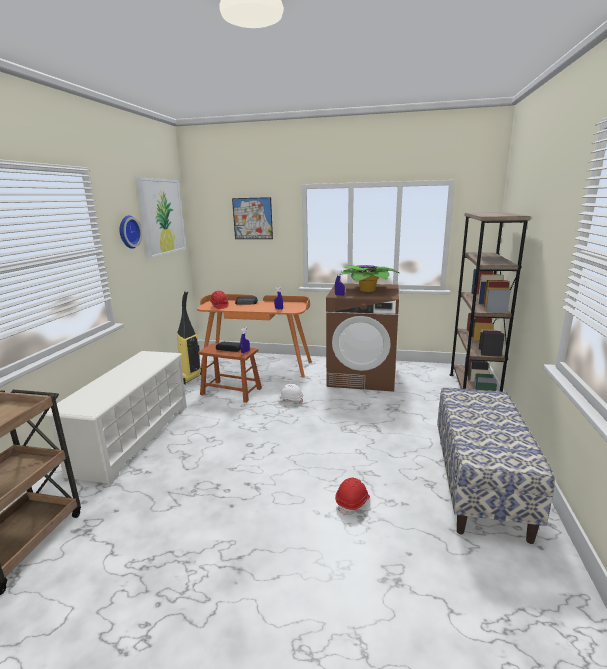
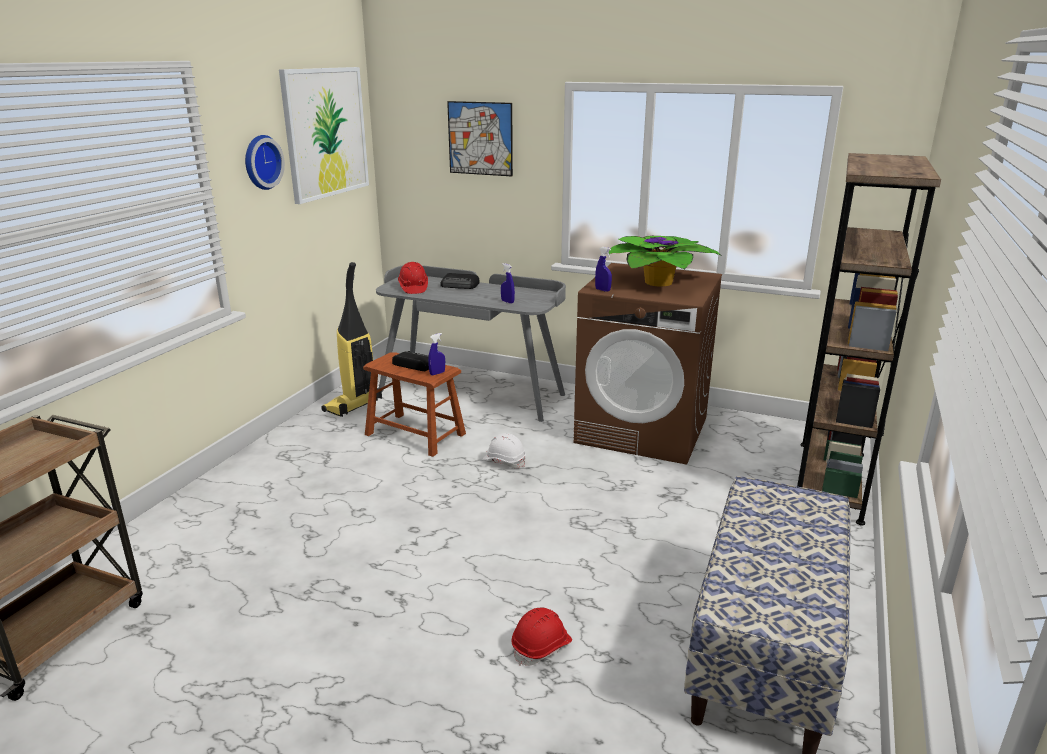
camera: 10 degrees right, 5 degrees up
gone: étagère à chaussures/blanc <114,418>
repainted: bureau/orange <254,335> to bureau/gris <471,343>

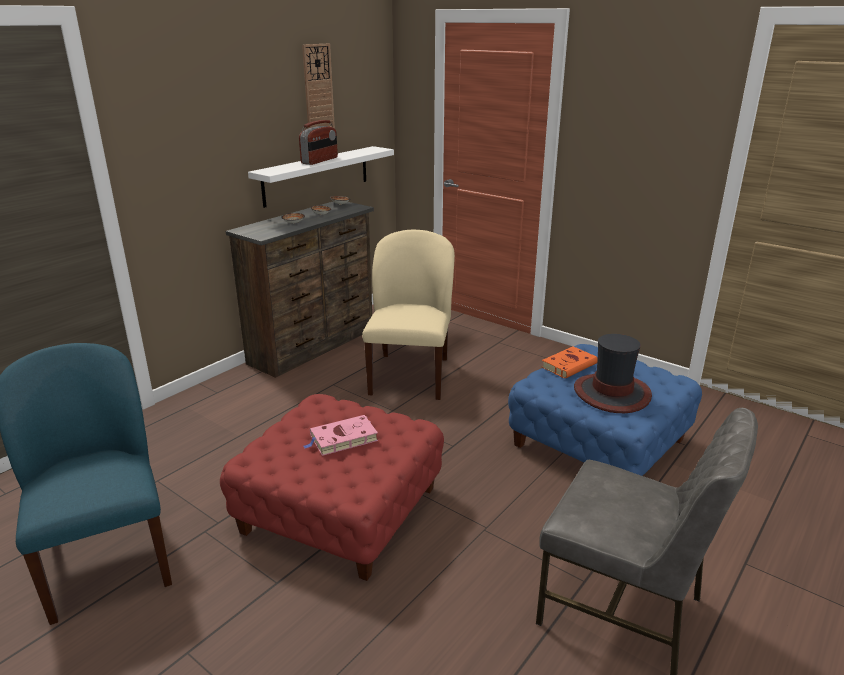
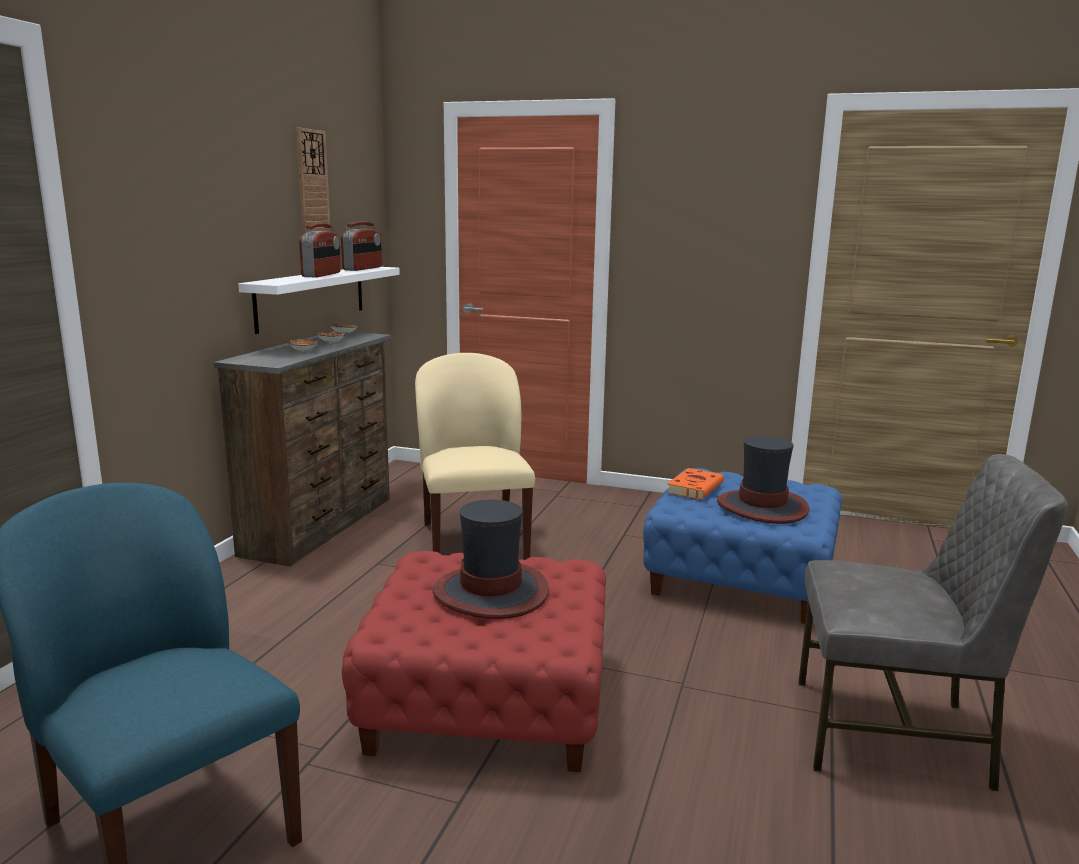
camera: 20 degrees left, 10 degrees down
new: radio <361,246>
swapped: livre/rose <341,435> to chapeau <491,559>

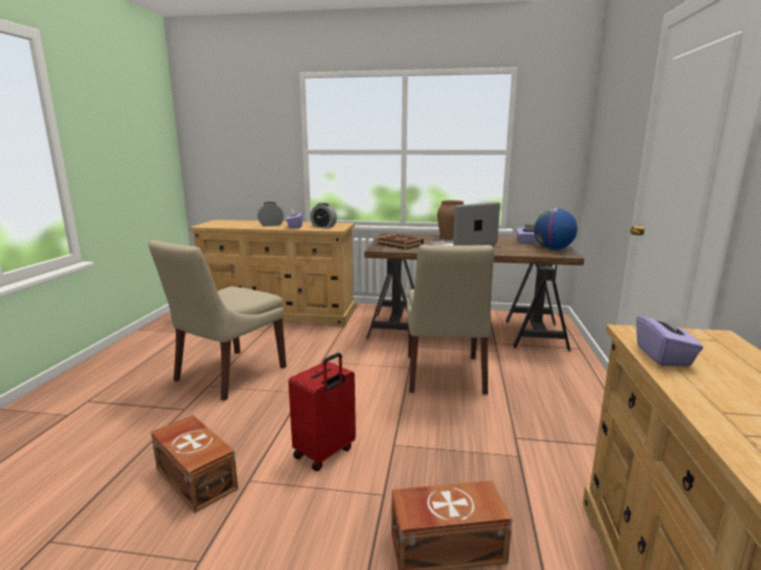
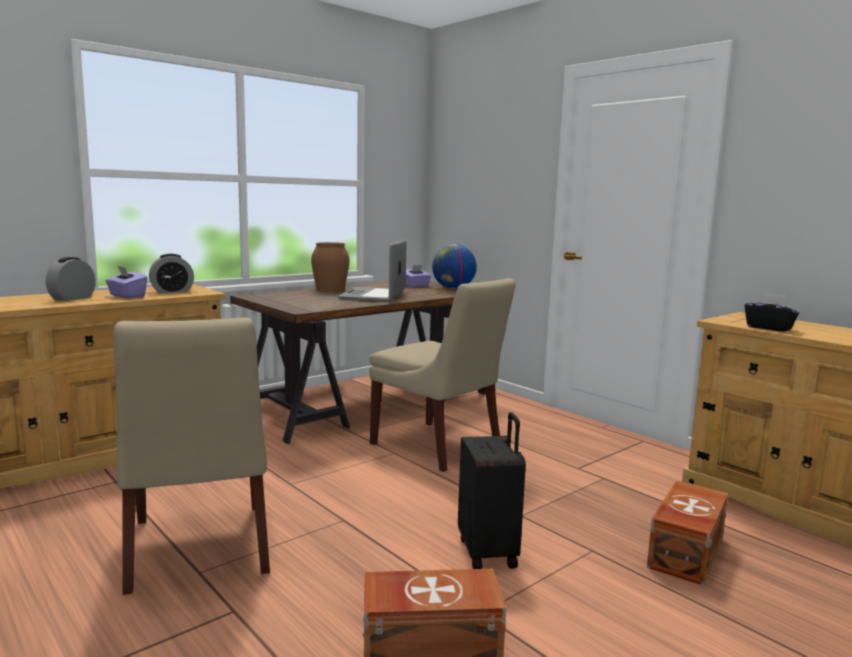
camera: 50 degrees left, 5 degrees down
gone: livre <400,242>
repainted: valise/rouge <322,412> to valise/noir <492,490>; boîte à mouchoirs/violet <669,338> to boîte à mouchoirs/noir <772,312>

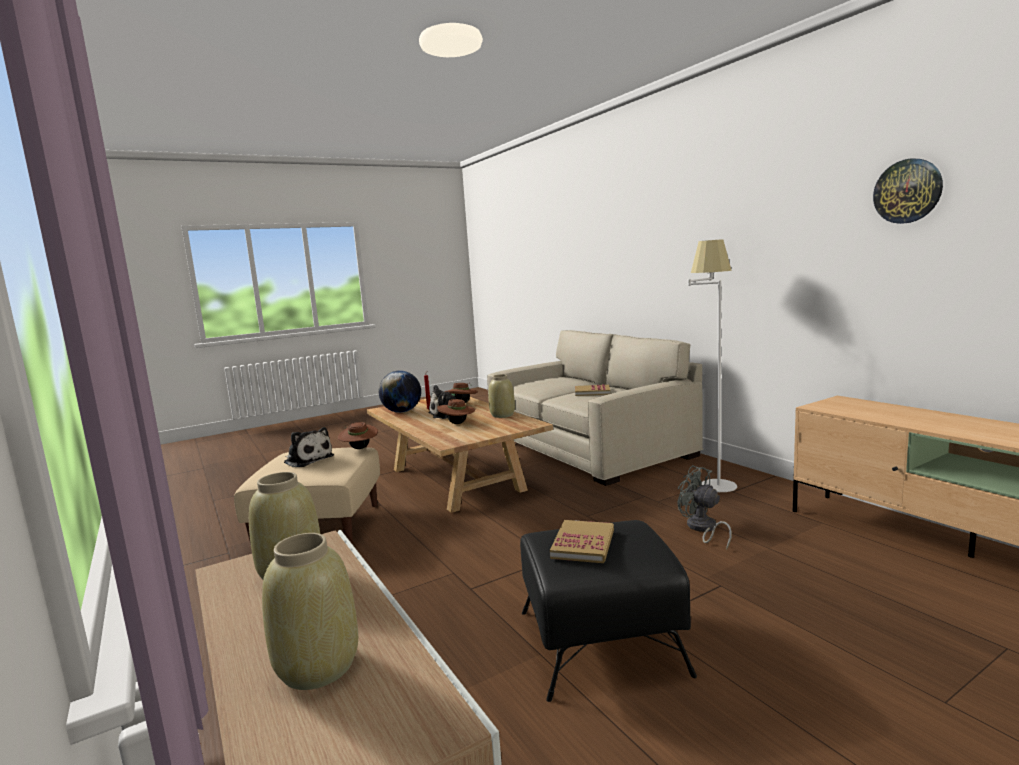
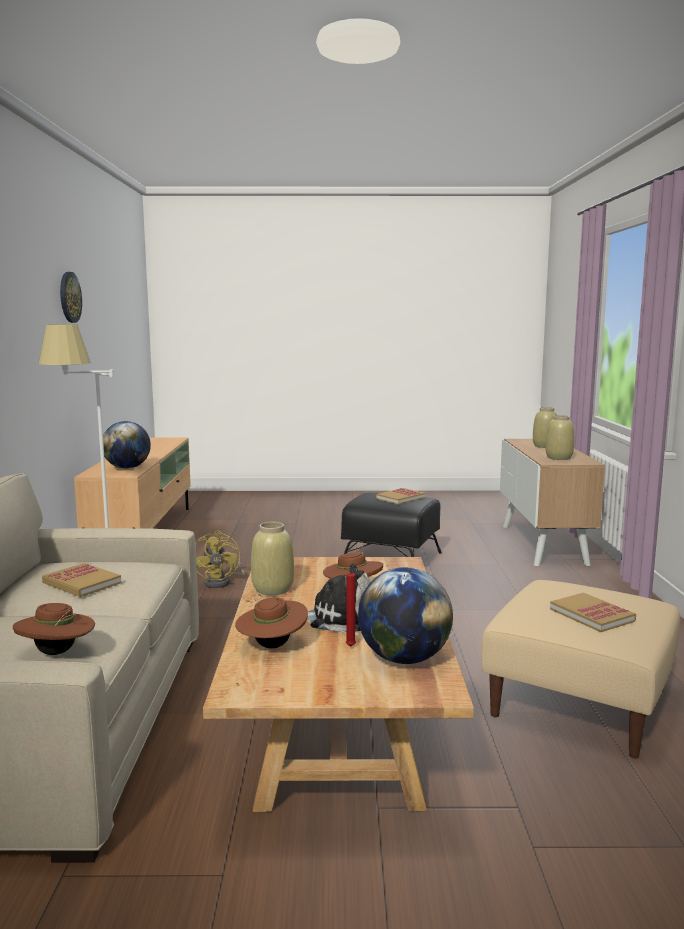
camera: 150 degrees left, 0 degrees up
new: globe <127,445>
shifted: chapeau/marron <358,435> to <54,629>
swapped: peluche <309,447> to livre <593,612>
repainted: ventilateur/gris <705,507> to ventilateur/jaune <220,559>

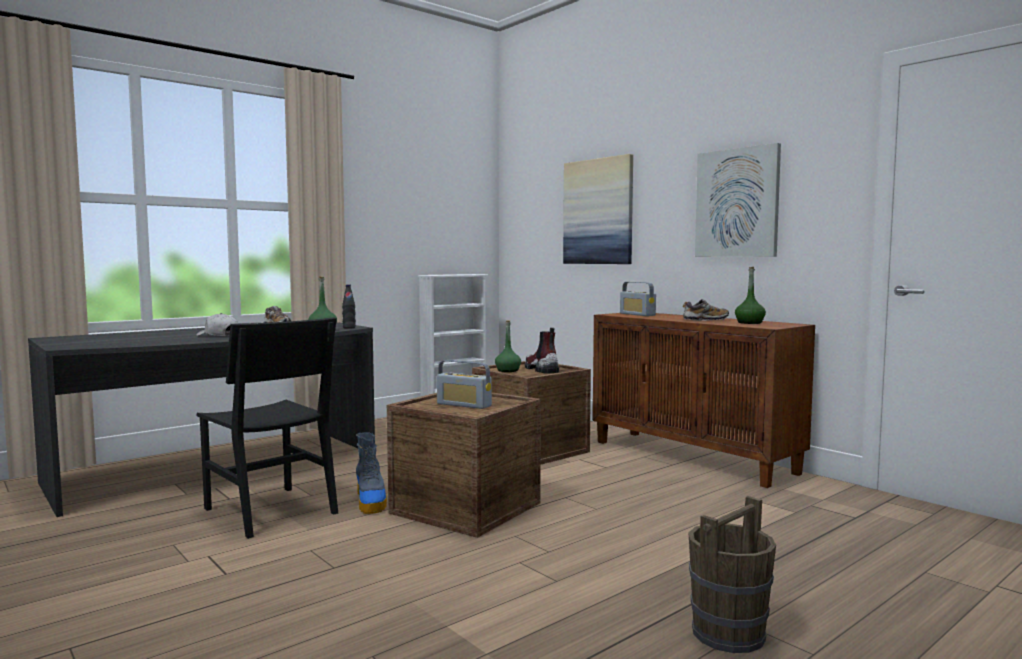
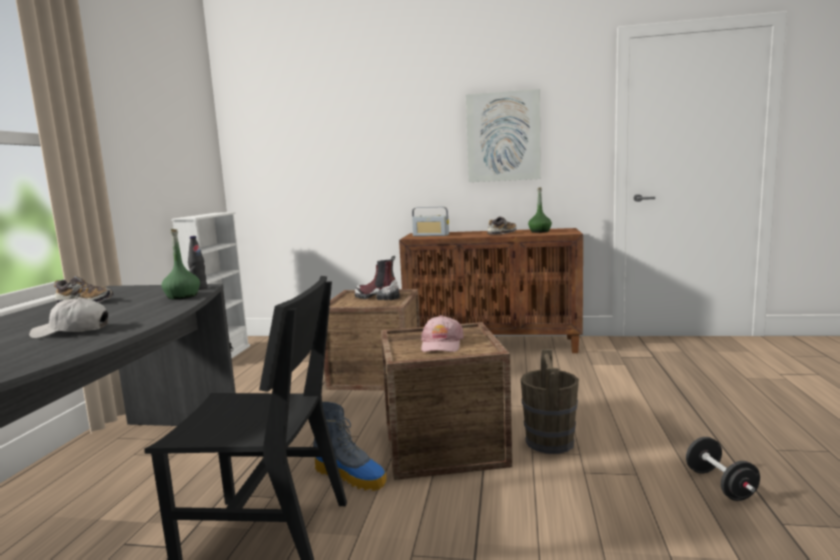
camera: 40 degrees left, 5 degrees up
gone: bouteille/vert <508,346>; tableau <598,209>
new: haltère/noir <723,469>
shifted: seau/marron <732,574> to <550,401>
swapped: radio <464,384> to casquette/rose <442,333>

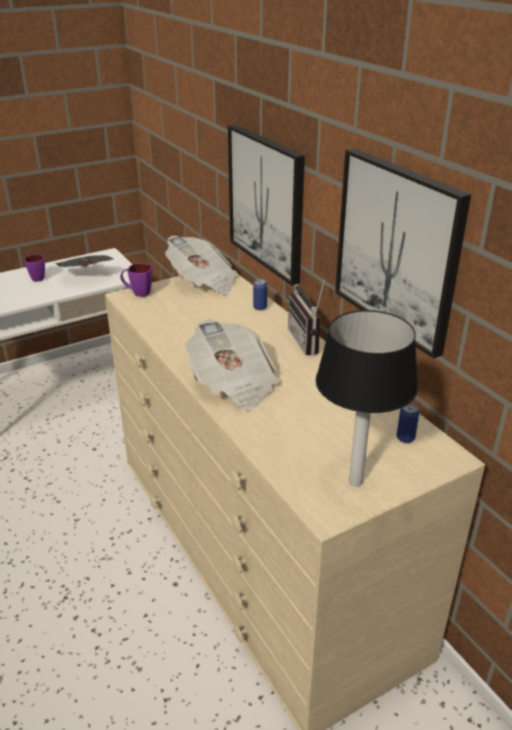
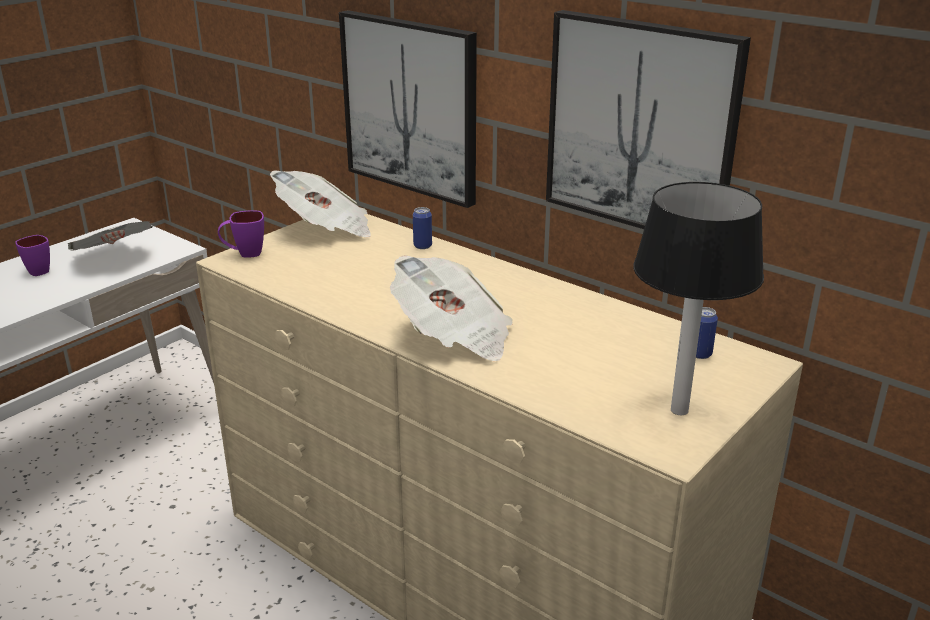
camera: 20 degrees left, 5 degrees down
gone: radio <306,316>

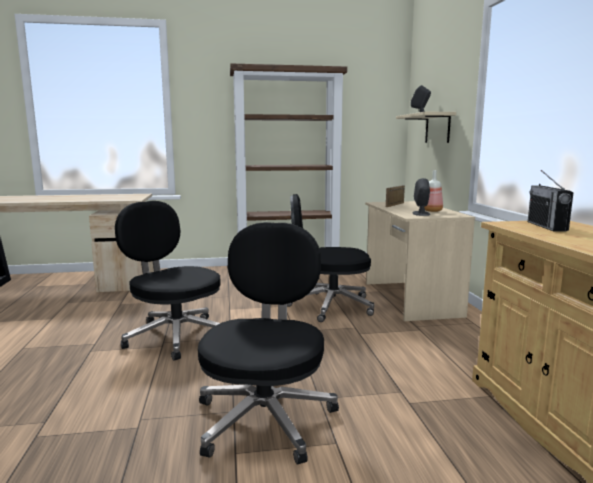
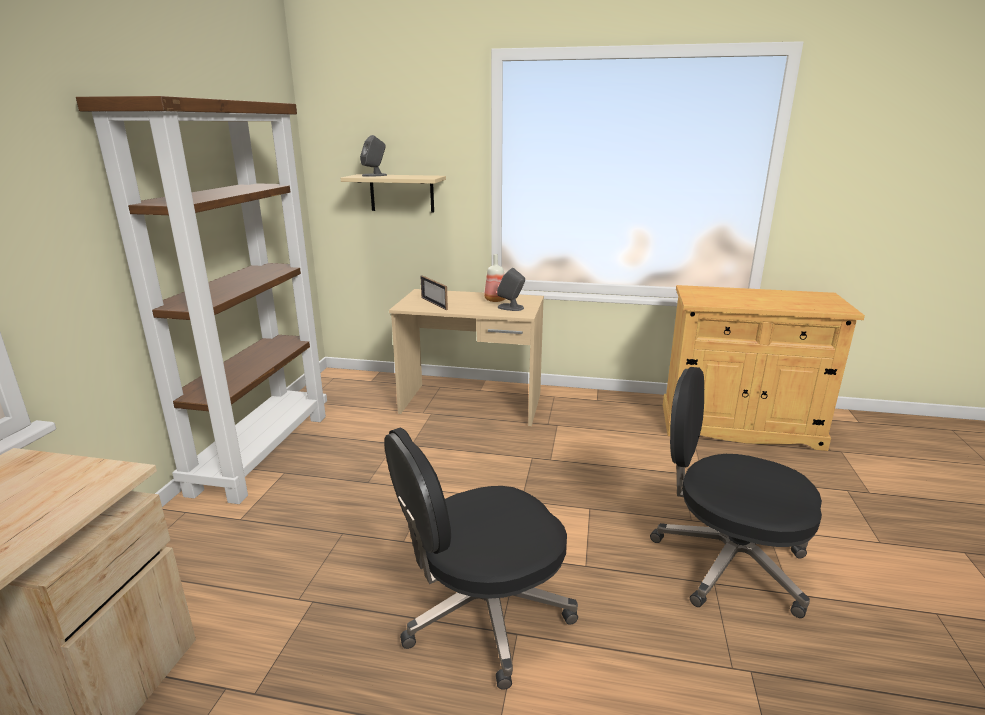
camera: 70 degrees left, 10 degrees up
gone: chaise de bureau/noir <330,258>; radio <551,201>

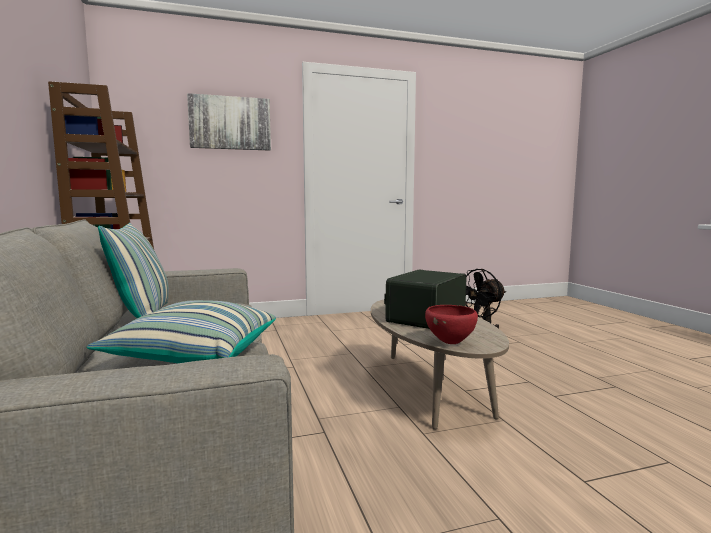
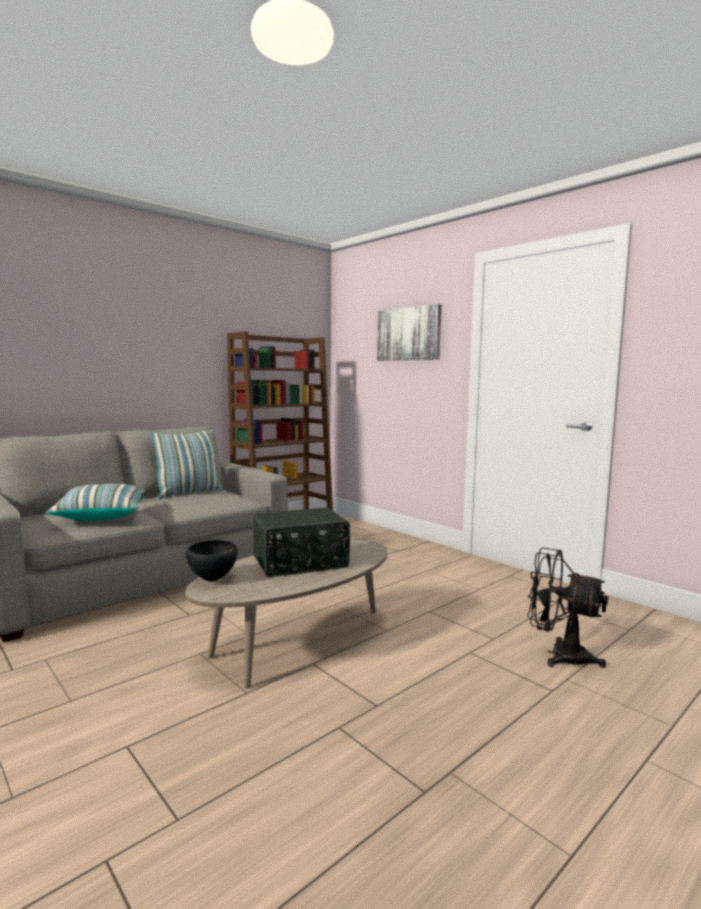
camera: 65 degrees right, 0 degrees up
repainted: bol/rouge <451,324> to bol/noir <211,560>
rotated: radio <425,299> = <301,542> 150 degrees clockwise

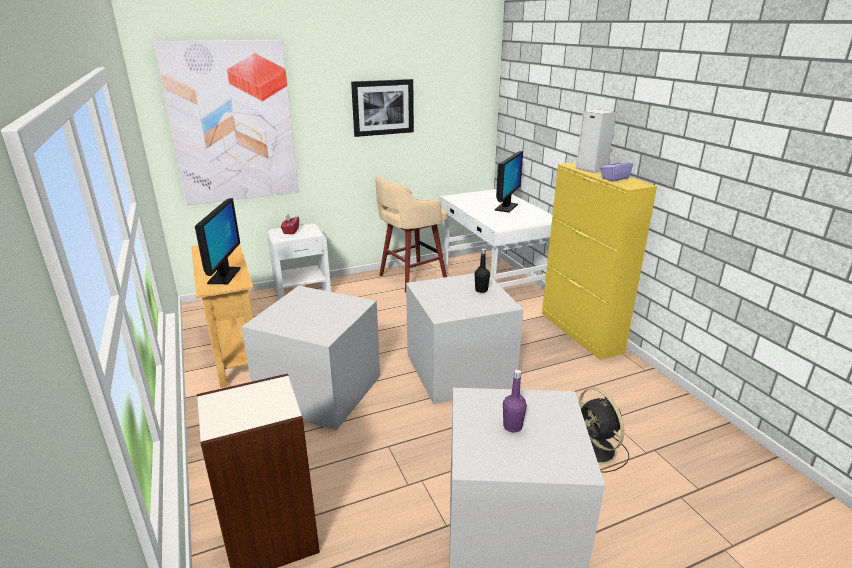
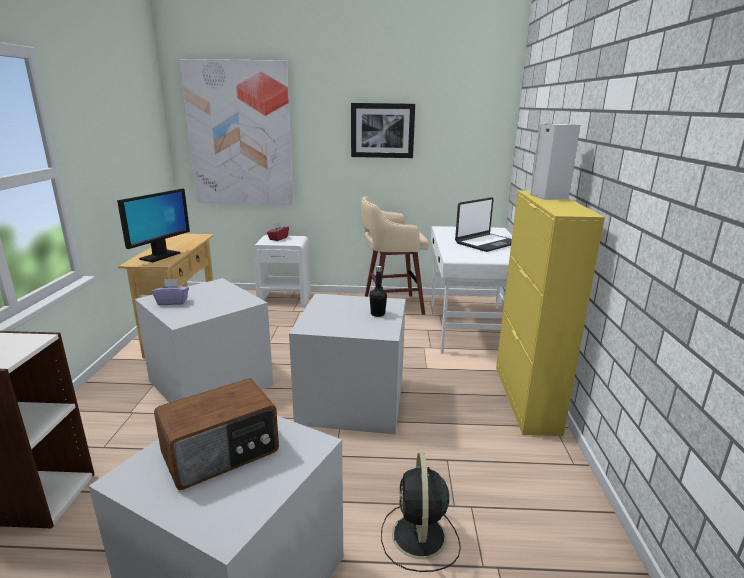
camera: 25 degrees right, 5 degrees down
shifted: boîte à mouchoirs/violet <616,168> to <170,292>
swapped: écran d'ordinateur <509,182> to ordinateur portable <483,224>; bouteille/violet <515,400> to radio <216,434>

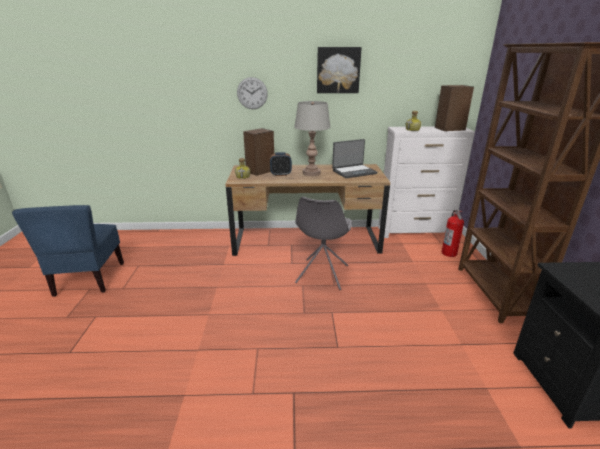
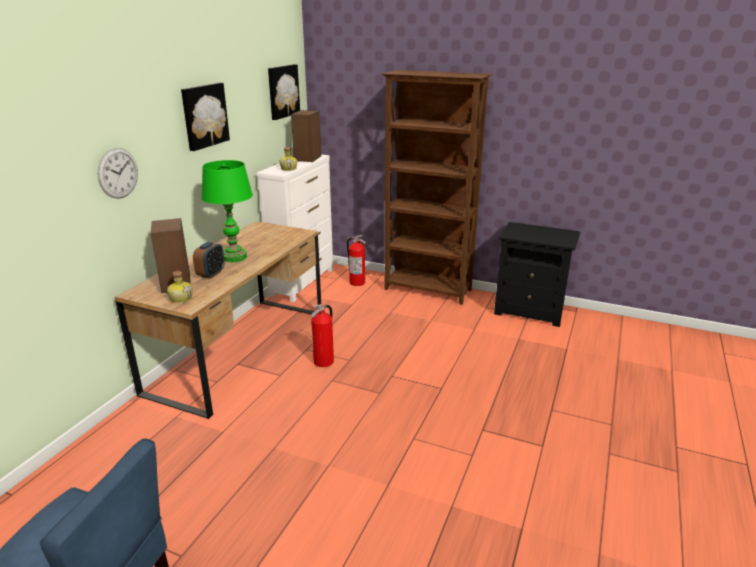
camera: 65 degrees left, 0 degrees up
gone: ordinateur portable <354,158>
new: tableau <284,92>
swapped: chaise/gris <323,243> to extincteur <322,335>
repainted: lampe de table/gris <312,138> to lampe de table/vert <227,211>

